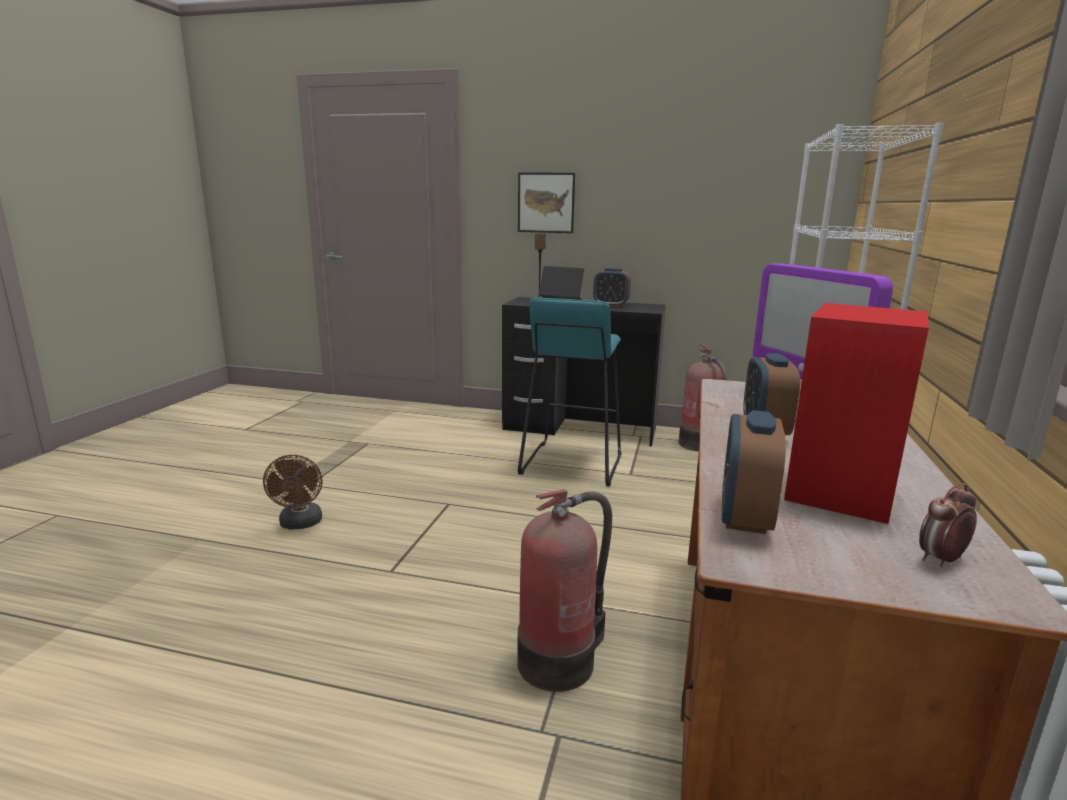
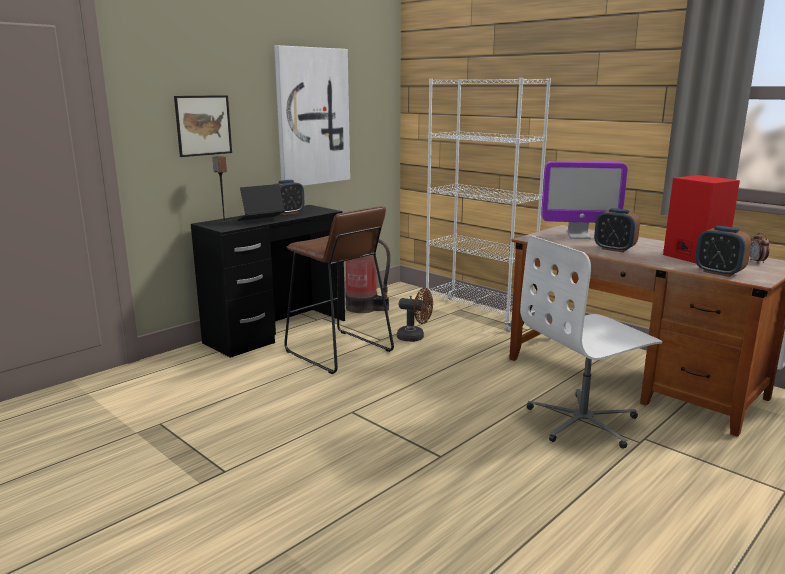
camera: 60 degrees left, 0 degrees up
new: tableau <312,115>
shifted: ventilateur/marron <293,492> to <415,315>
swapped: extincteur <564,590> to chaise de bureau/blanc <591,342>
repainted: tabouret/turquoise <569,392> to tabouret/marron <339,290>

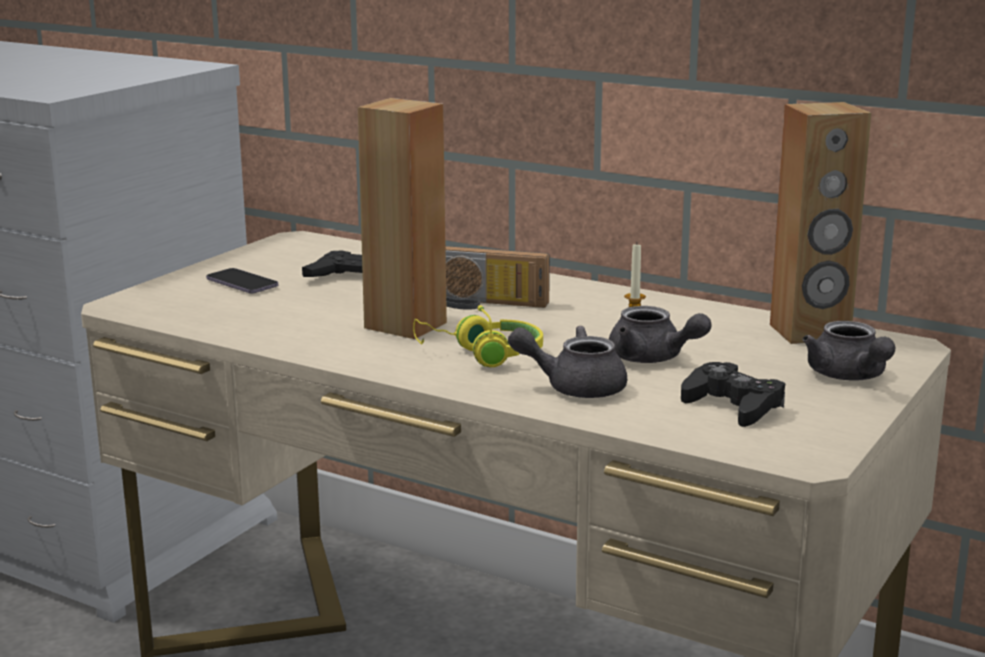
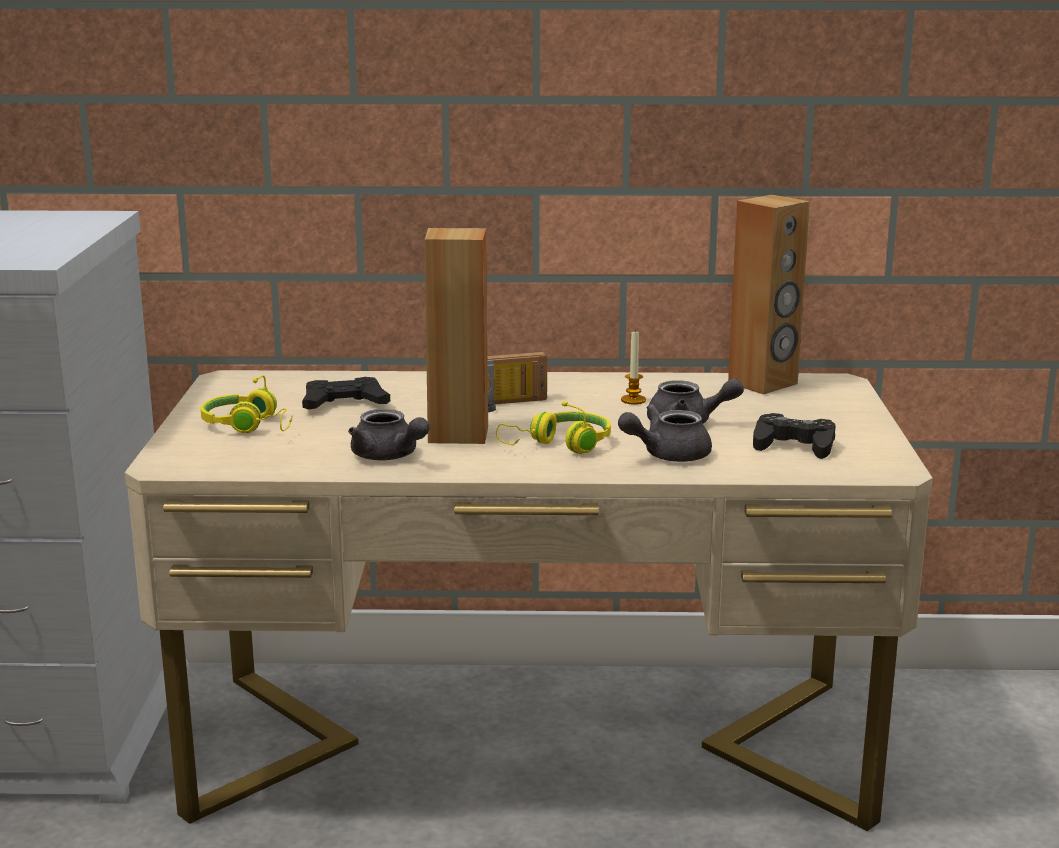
camera: 30 degrees left, 0 degrees up
shifted: théière/gris <848,351> to <388,434>
swapped: téléphone <242,280> to casque audio/jaune <246,404>

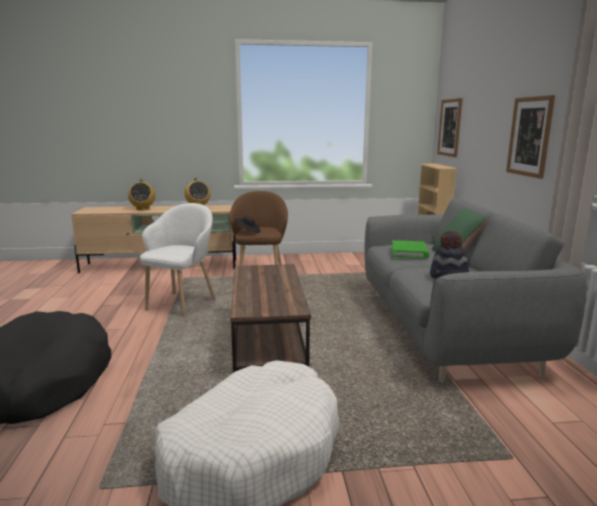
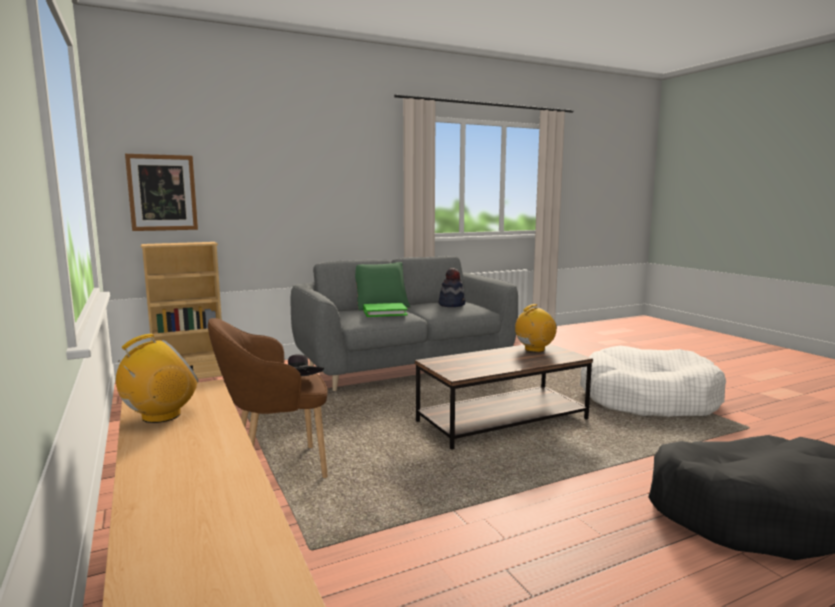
camera: 110 degrees left, 5 degrees down
gone: fauteuil/blanc <178,260>; tableau <530,137>
shifted: radio <141,194> to <536,328>

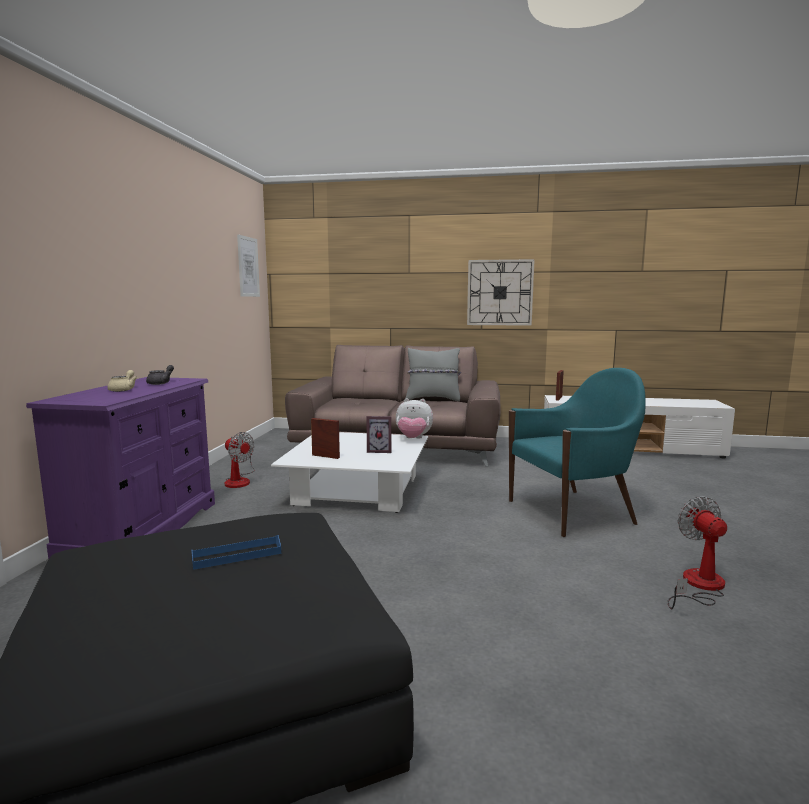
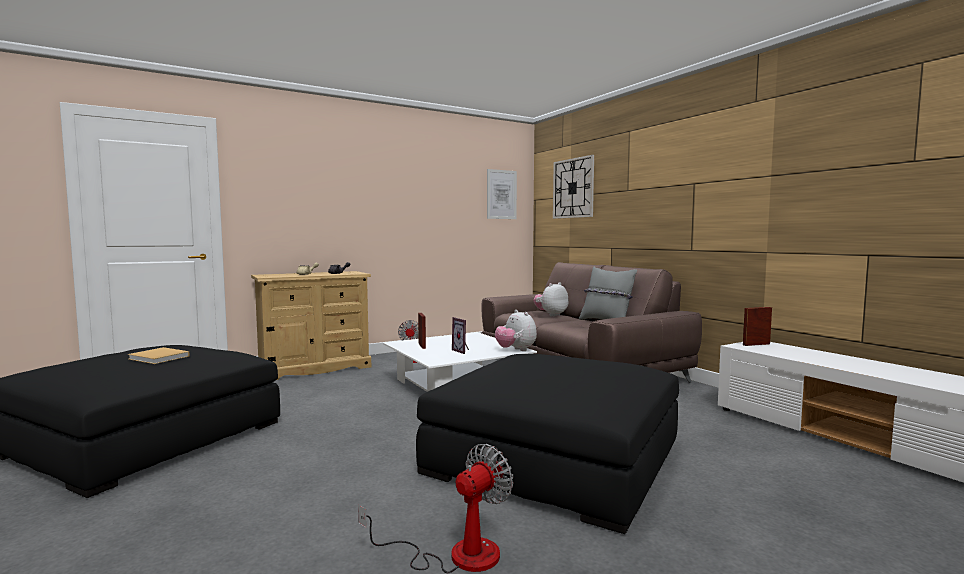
camera: 50 degrees right, 5 degrees down
new: peluche <551,299>
shifted: horloge murale <501,292> to <573,187>
swapped: plateau/bleu <236,552> to livre/beige <159,355>; fauteuil/turquoise <577,452> to pouf/noir <547,444>
repainted: commode/violet <120,468> to commode/beige <311,325>

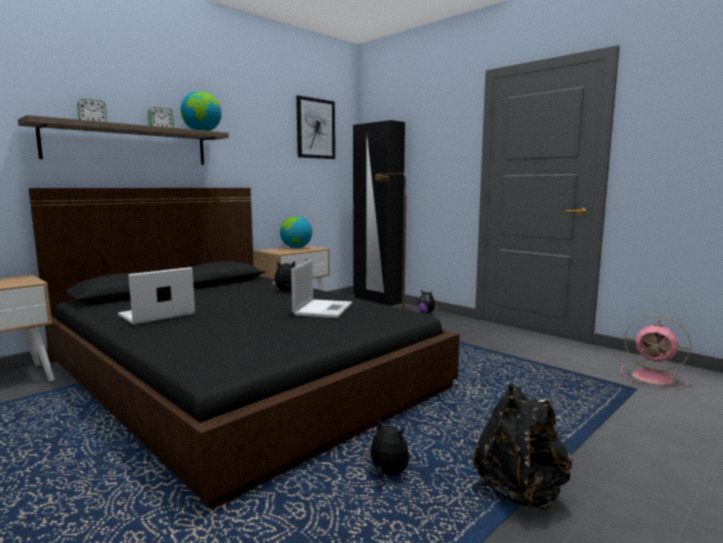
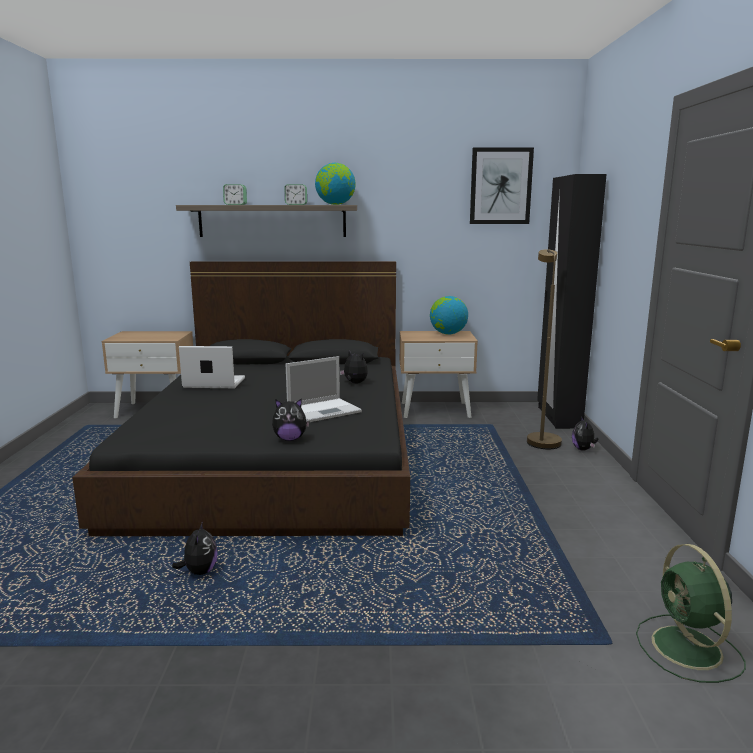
camera: 45 degrees right, 5 degrees up
gone: sac à dos/noir <522,446>
new: peluche <291,420>
repainted: ventilateur/rose <656,352> to ventilateur/vert <691,613>

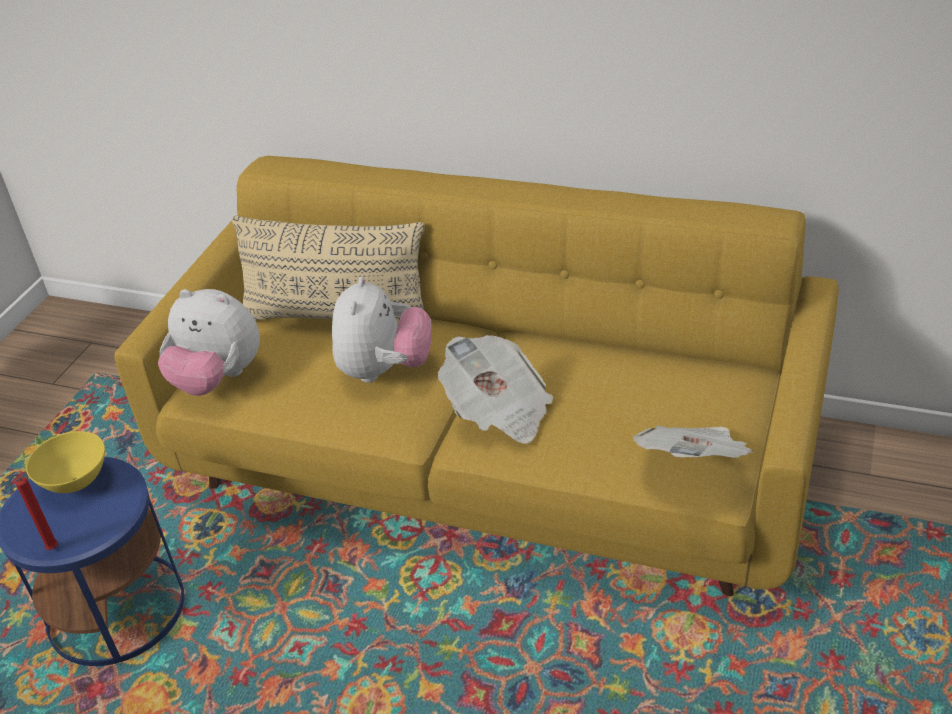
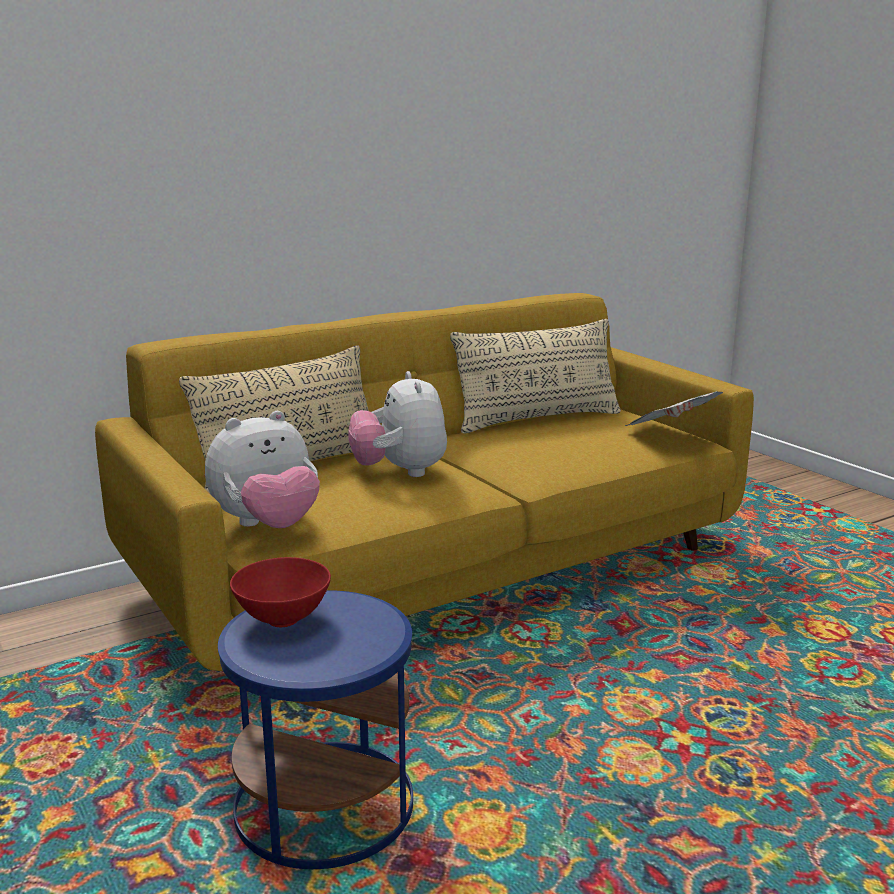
camera: 55 degrees left, 20 degrees down
gone: bougie/rouge <36,513>; journal <495,389>
new: coussin/beige <535,376>
repainted: bol/jaune <65,462> to bol/rouge <280,592>
rotated: peluche <382,330> = <397,424> 150 degrees counterclockwise

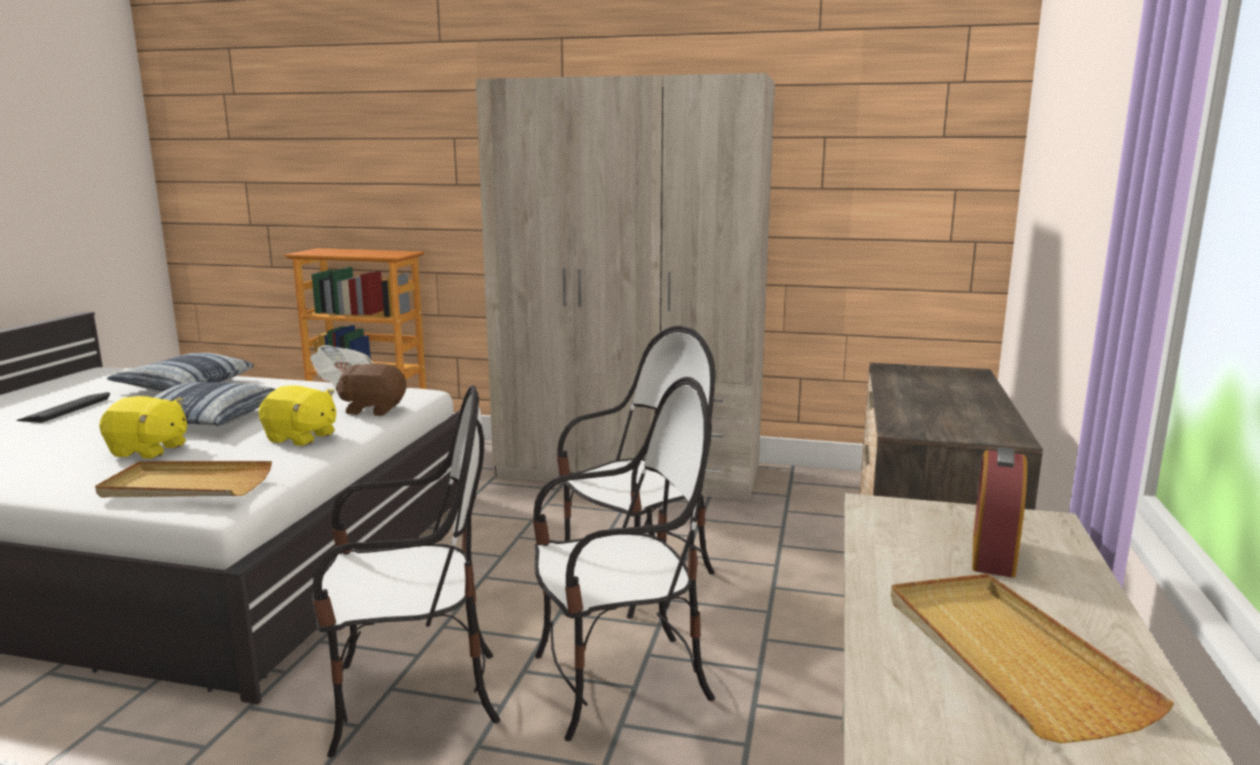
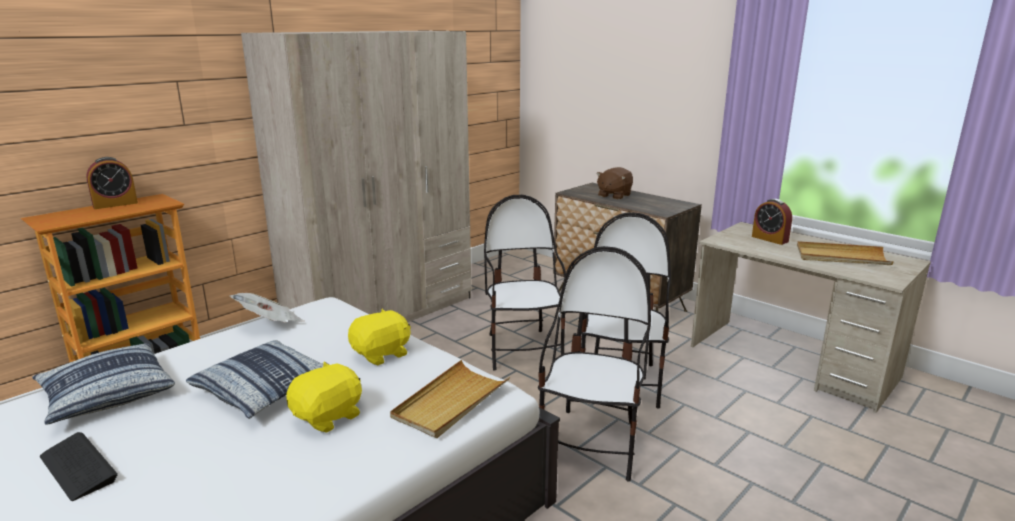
camera: 60 degrees left, 5 degrees up
new: réveil <112,183>
shifted: peluche/marron <371,389> to <614,183>

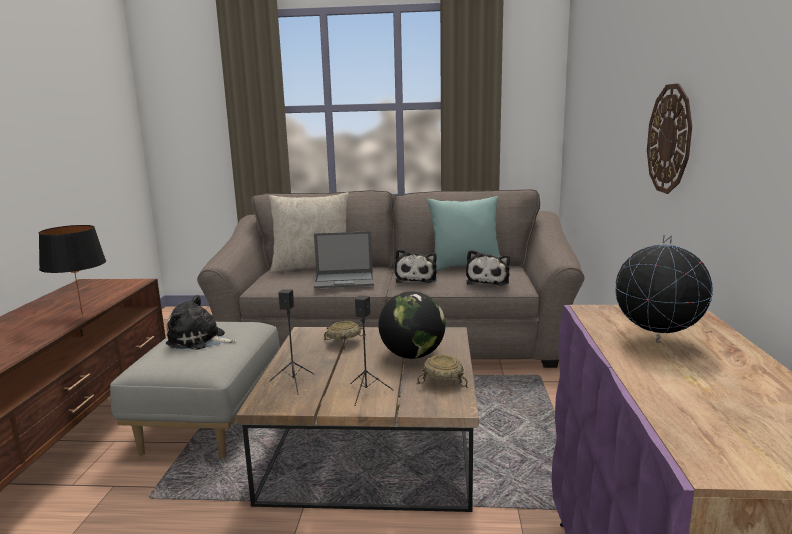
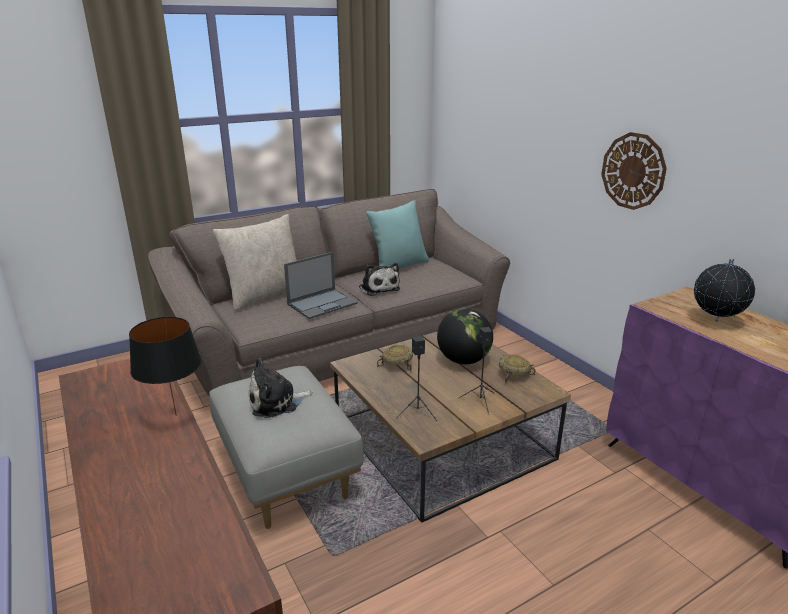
camera: 35 degrees left, 10 degrees up
gone: peluche <488,268>

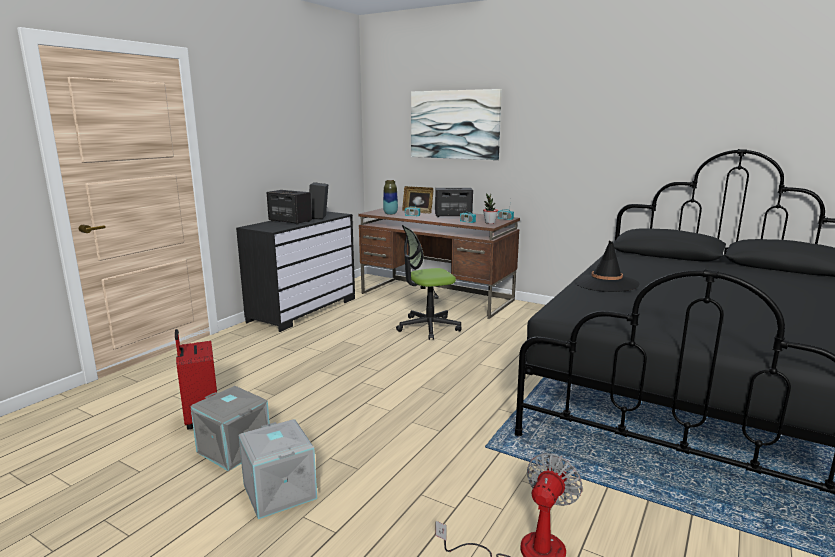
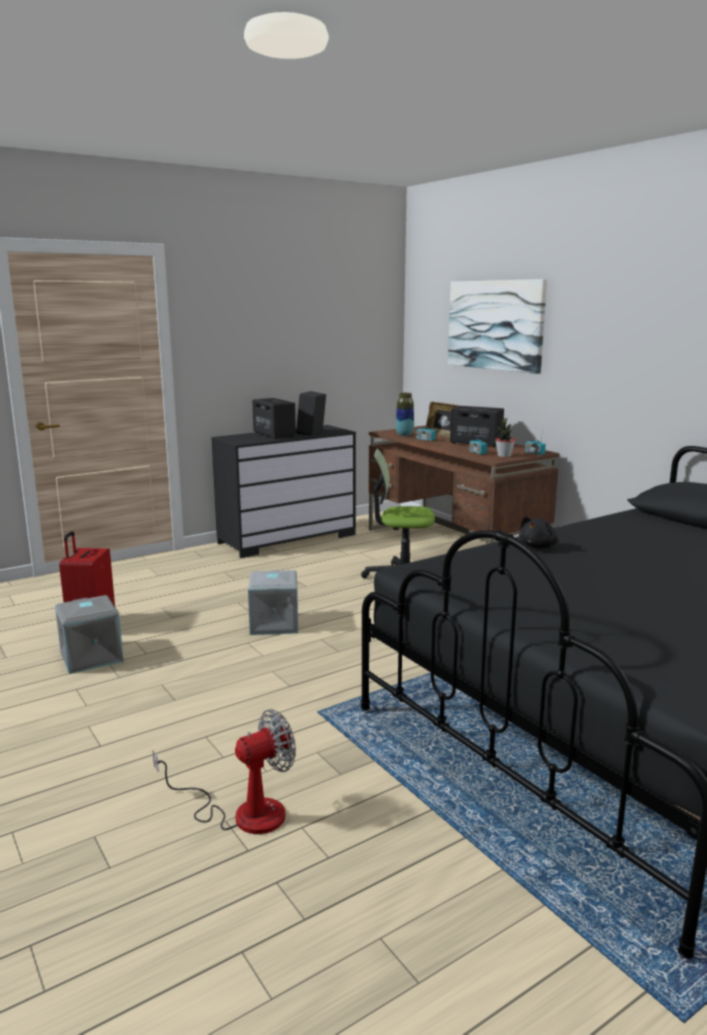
camera: 25 degrees right, 0 degrees up
shifted: boîte de rangement/gris <278,469> to <273,602>
swapped: chapeau/noir <607,266> to peluche/noir <538,532>

